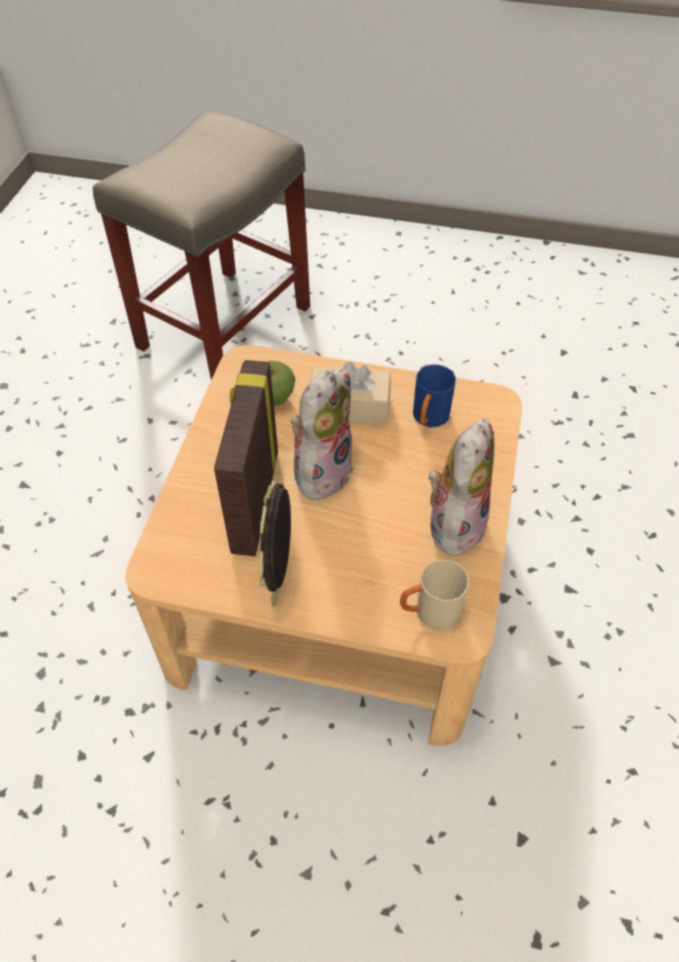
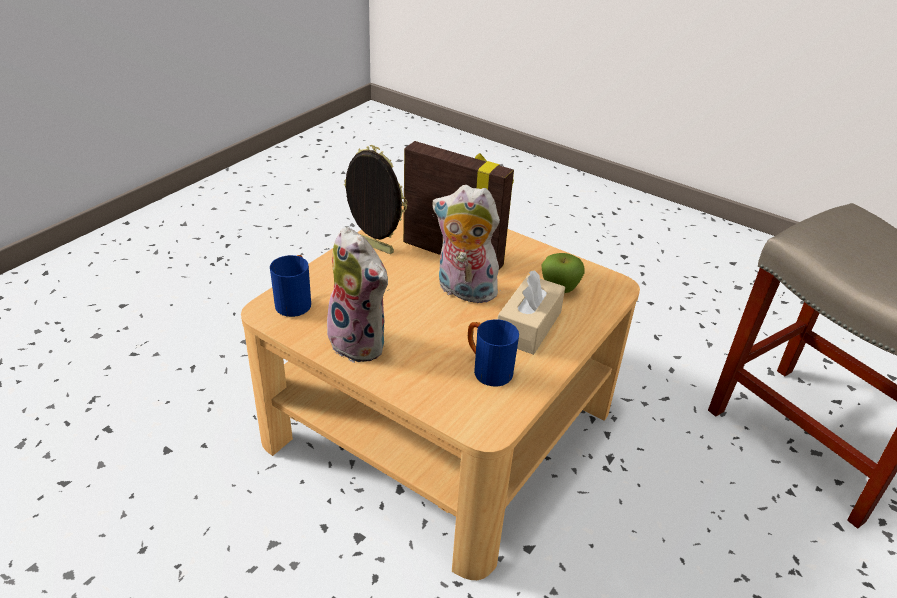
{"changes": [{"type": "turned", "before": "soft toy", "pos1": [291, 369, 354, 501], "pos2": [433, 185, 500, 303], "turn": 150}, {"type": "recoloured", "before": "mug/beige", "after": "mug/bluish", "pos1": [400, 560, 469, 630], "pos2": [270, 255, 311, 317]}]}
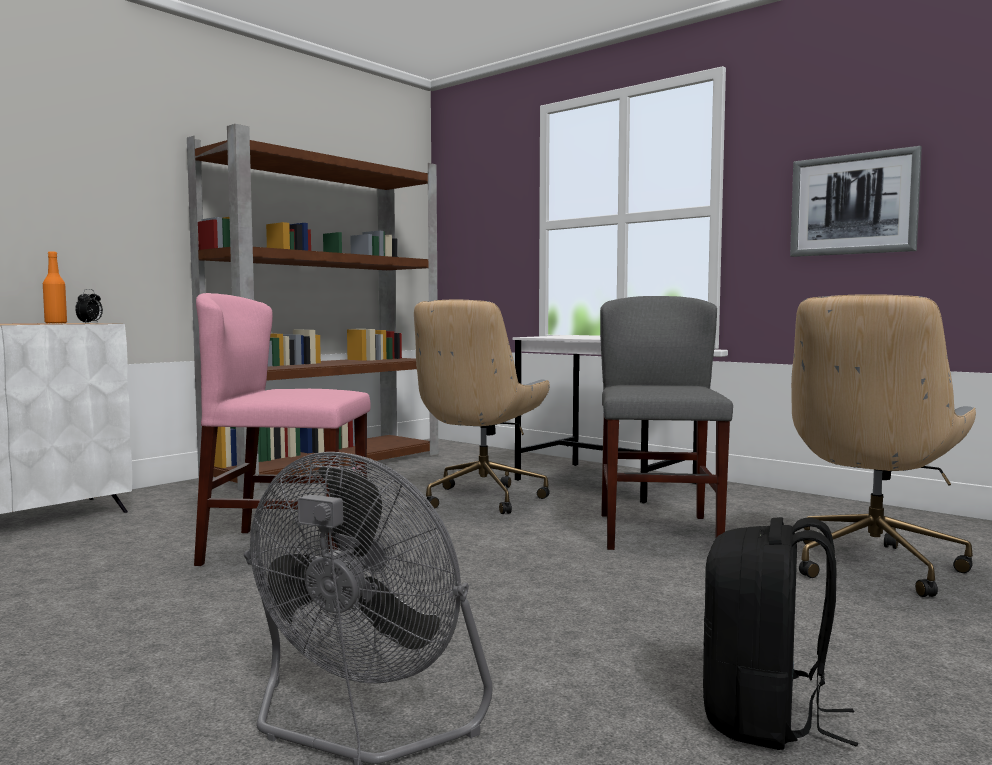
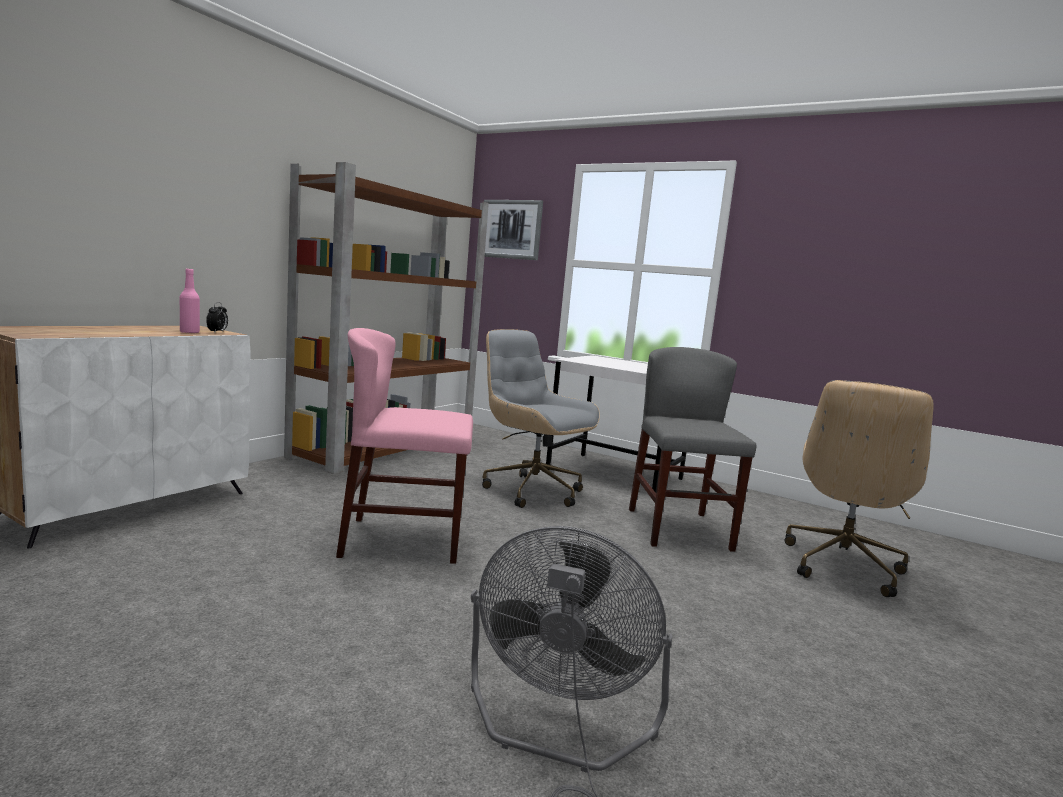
{"changes": [{"type": "recoloured", "before": "bottle/orange-coloured", "after": "bottle/pinkish", "pos1": [43, 251, 67, 324], "pos2": [180, 269, 200, 333]}, {"type": "turned", "before": "computer chair/greyish", "pos1": [414, 300, 550, 514], "pos2": [482, 329, 600, 508], "turn": 120}, {"type": "removed", "before": "rucksack/black-coloured", "pos1": [703, 517, 858, 750]}, {"type": "moved", "before": "picture", "pos1": [790, 146, 922, 257], "pos2": [484, 200, 543, 260]}]}
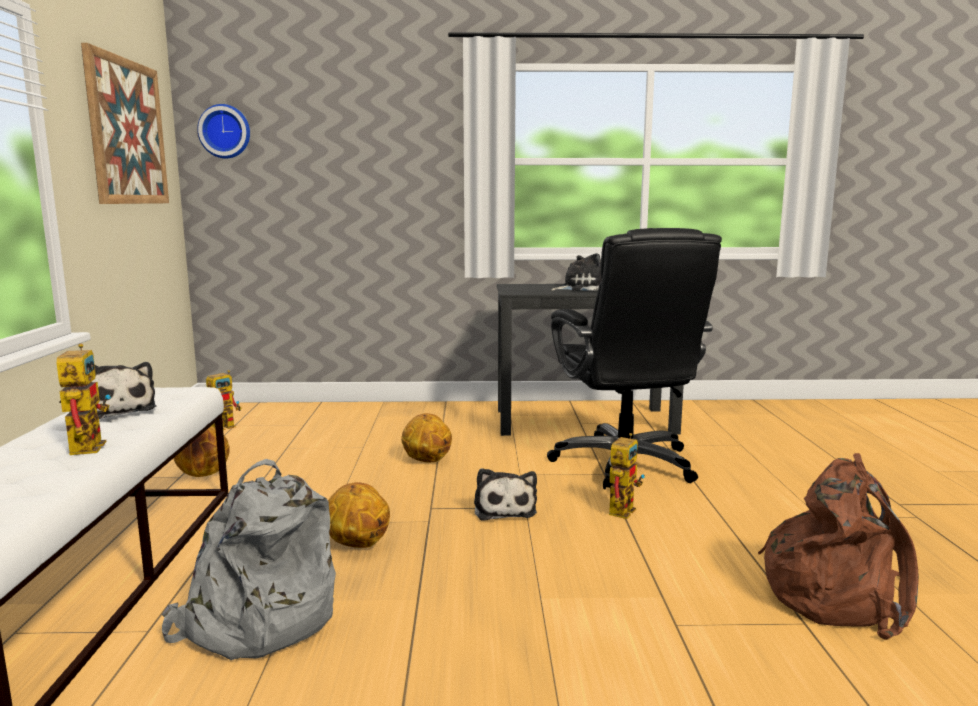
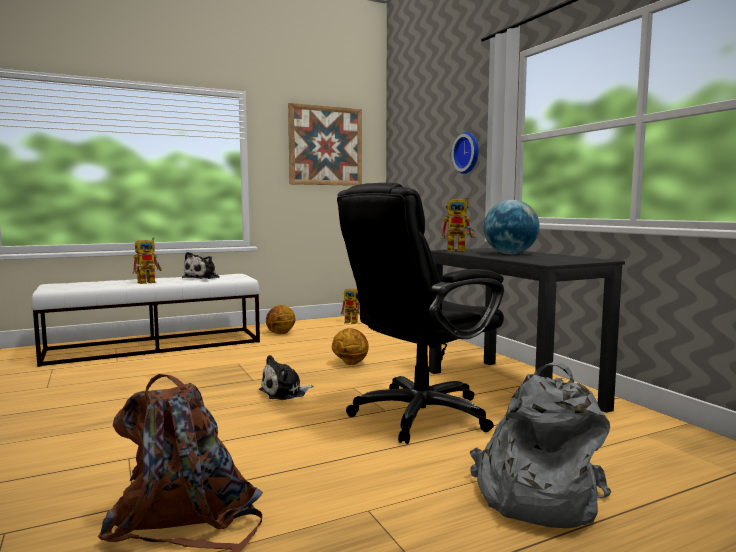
{"changes": [{"type": "moved", "before": "rucksack/greyish", "pos1": [162, 459, 336, 660], "pos2": [470, 362, 611, 528]}, {"type": "moved", "before": "clock on the wall", "pos1": [197, 104, 250, 158], "pos2": [451, 132, 479, 174]}, {"type": "removed", "before": "ball for basketball", "pos1": [328, 482, 390, 548]}, {"type": "replaced", "before": "soft toy", "after": "desk globe", "pos1": [551, 253, 602, 291], "pos2": [483, 200, 539, 254]}, {"type": "moved", "before": "model robot", "pos1": [609, 433, 645, 519], "pos2": [441, 197, 475, 252]}]}
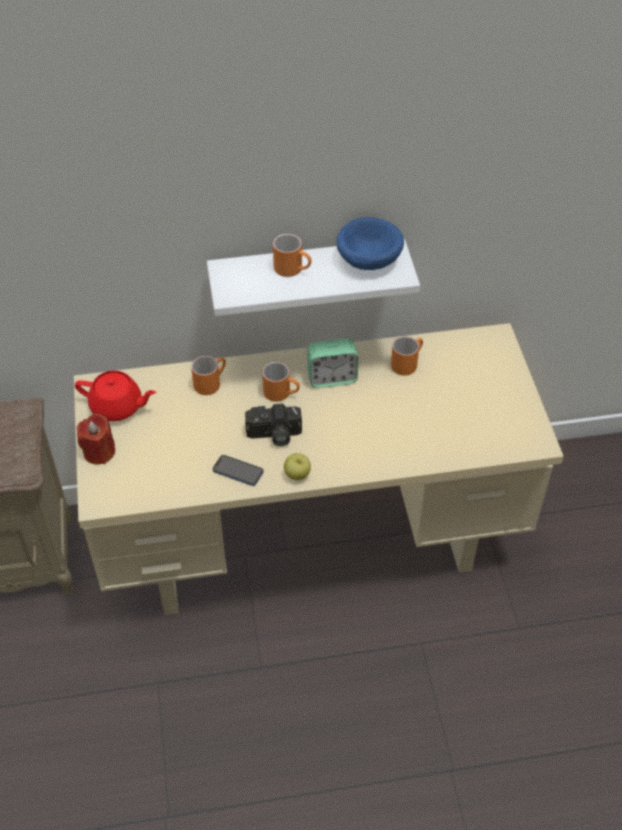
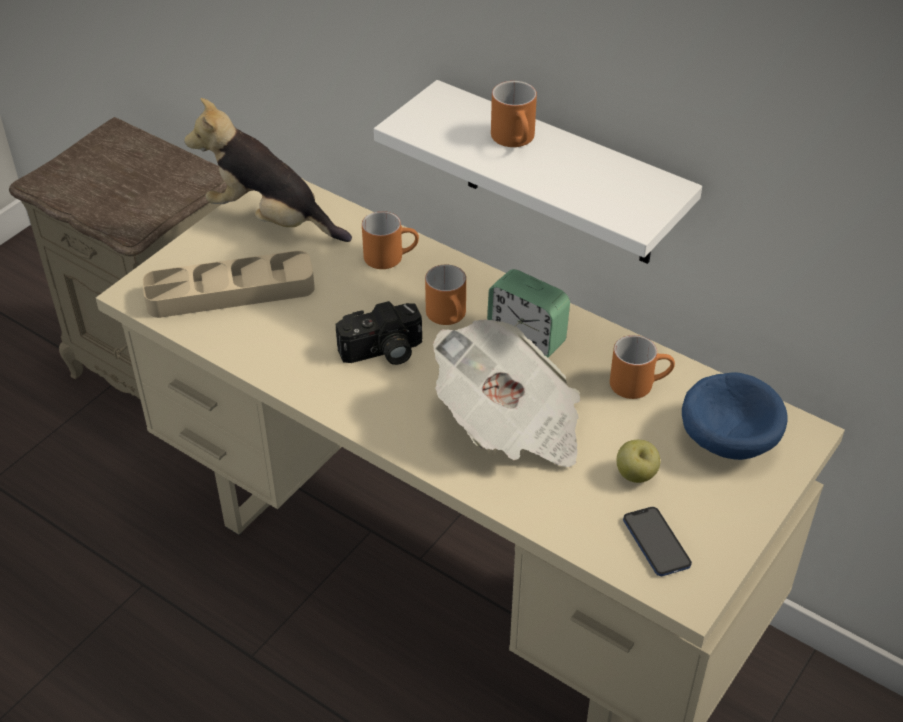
{"changes": [{"type": "replaced", "before": "teapot/red", "after": "soft toy", "pos1": [75, 371, 156, 421], "pos2": [184, 98, 352, 242]}, {"type": "removed", "before": "wax light/red", "pos1": [77, 414, 115, 464]}, {"type": "moved", "before": "telephone", "pos1": [213, 455, 264, 486], "pos2": [623, 507, 692, 576]}, {"type": "turned", "before": "still camera", "pos1": [245, 404, 302, 446], "pos2": [336, 301, 422, 365], "turn": -60}, {"type": "moved", "before": "apple", "pos1": [284, 453, 311, 480], "pos2": [617, 440, 660, 483]}, {"type": "moved", "before": "serving bowl/bluish", "pos1": [337, 217, 404, 270], "pos2": [682, 372, 788, 460]}, {"type": "added", "after": "tray/beige", "pos2": [143, 251, 315, 318]}, {"type": "added", "after": "newspaper", "pos2": [433, 320, 580, 467]}]}
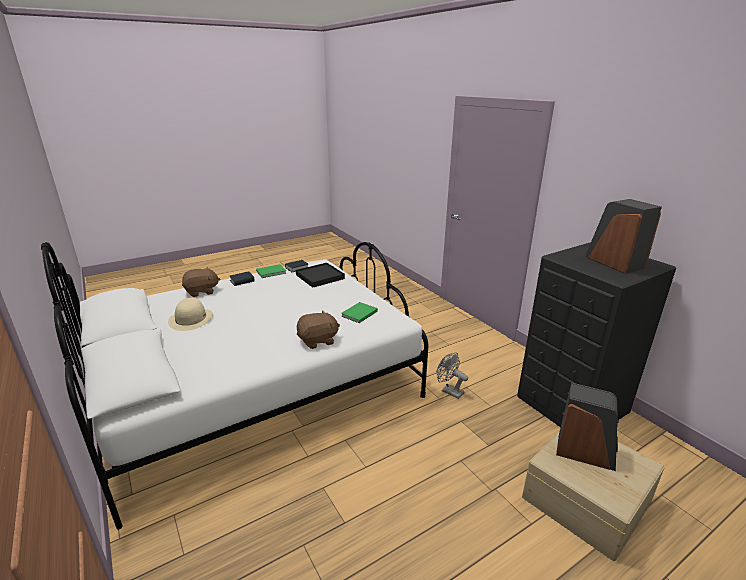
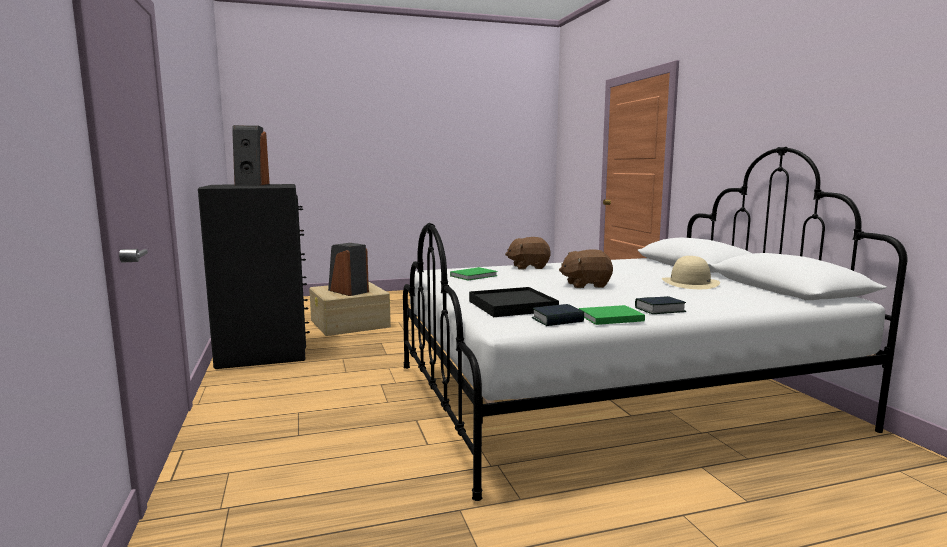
{"changes": [{"type": "moved", "before": "soft toy/brown-coloured", "pos1": [182, 267, 220, 297], "pos2": [559, 249, 613, 288]}, {"type": "removed", "before": "electric fan/greyish", "pos1": [436, 352, 468, 399]}]}
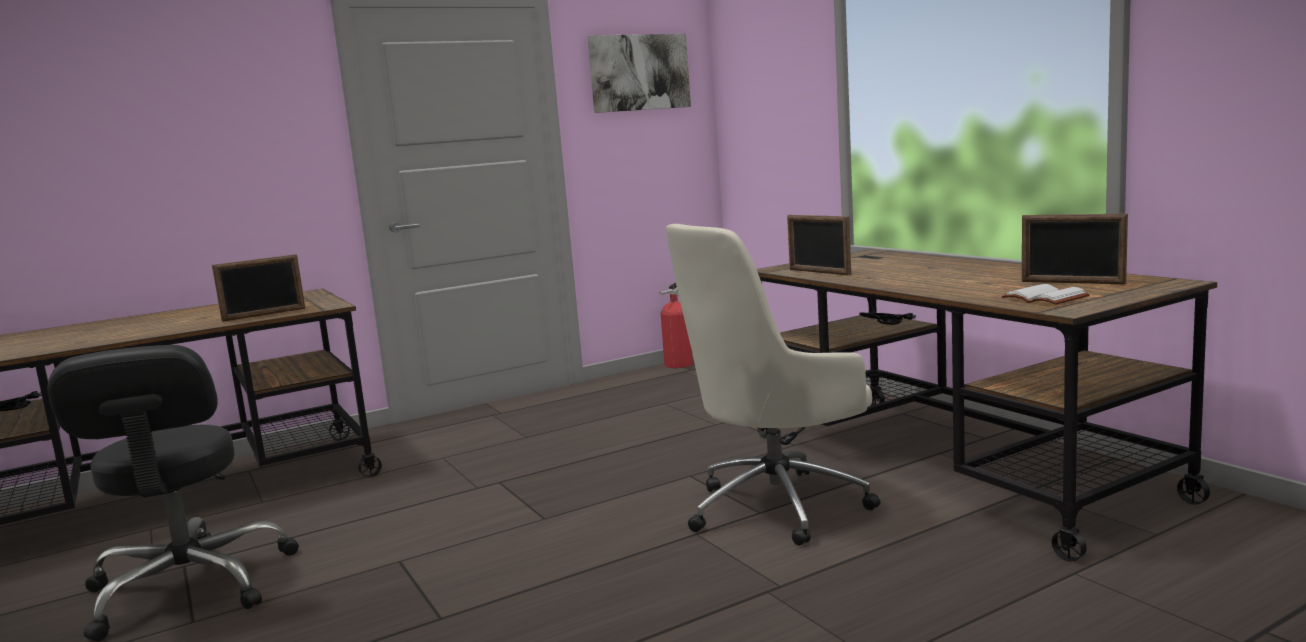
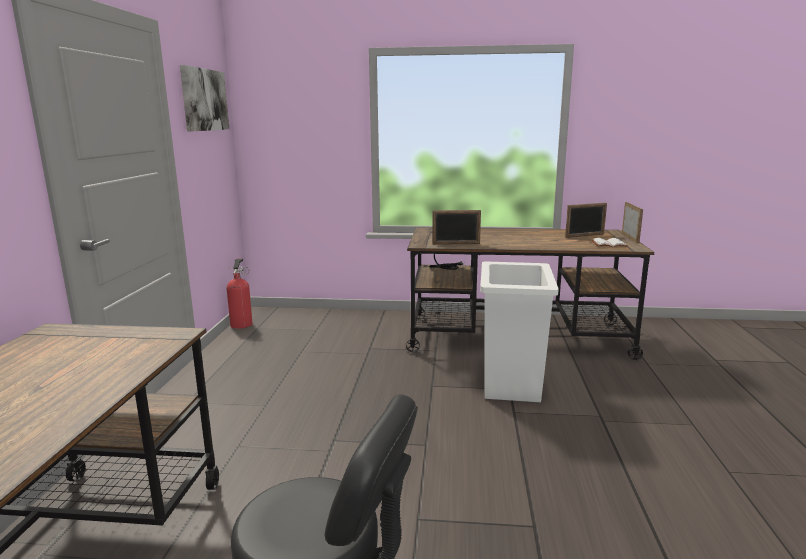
{"changes": [{"type": "moved", "before": "photo frame", "pos1": [212, 254, 305, 322], "pos2": [622, 202, 643, 243]}, {"type": "replaced", "before": "computer chair/beige", "after": "trash can/whitish", "pos1": [666, 224, 880, 546], "pos2": [480, 261, 559, 402]}]}
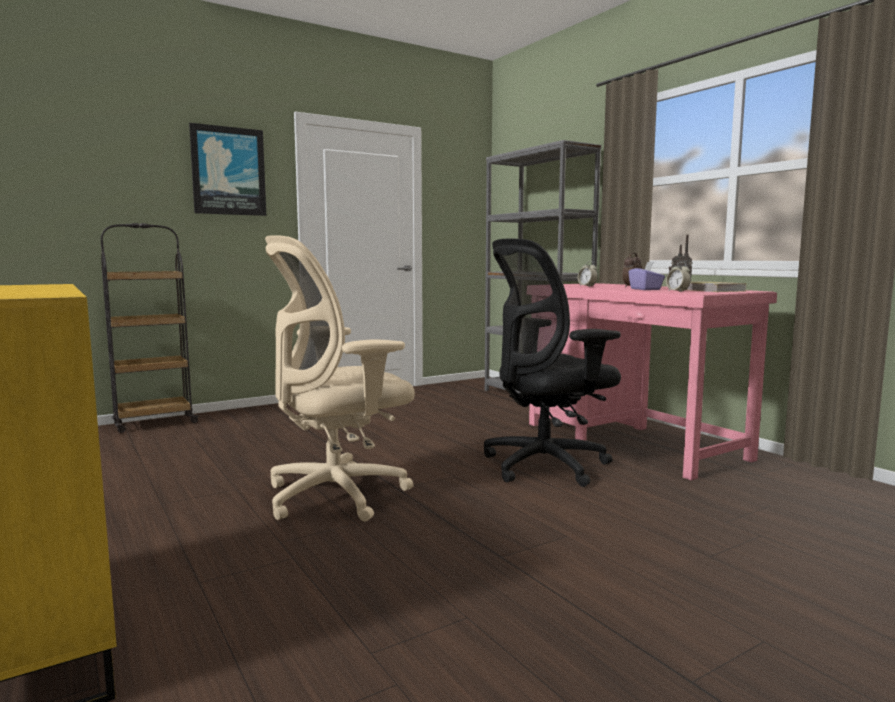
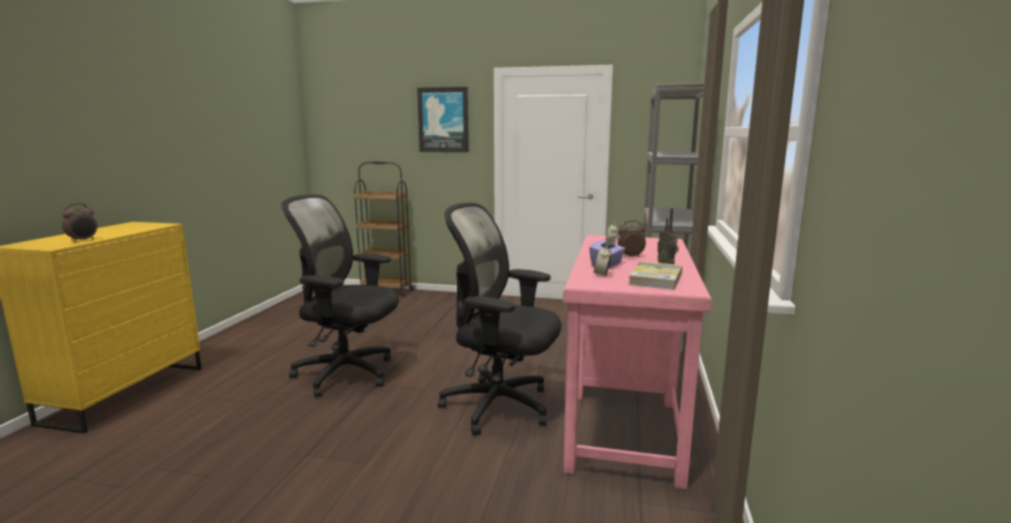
{"changes": [{"type": "recoloured", "before": "computer chair/beige", "after": "computer chair/black-coloured", "pos1": [265, 235, 415, 522], "pos2": [282, 194, 399, 397]}, {"type": "added", "after": "alarm clock", "pos2": [62, 203, 97, 242]}]}
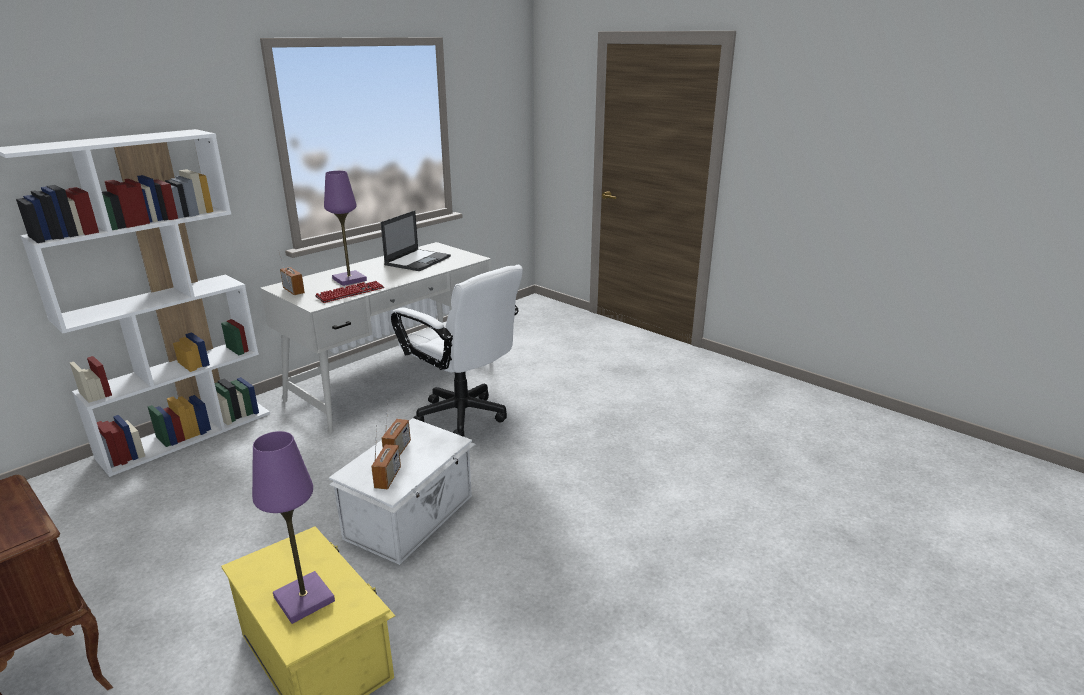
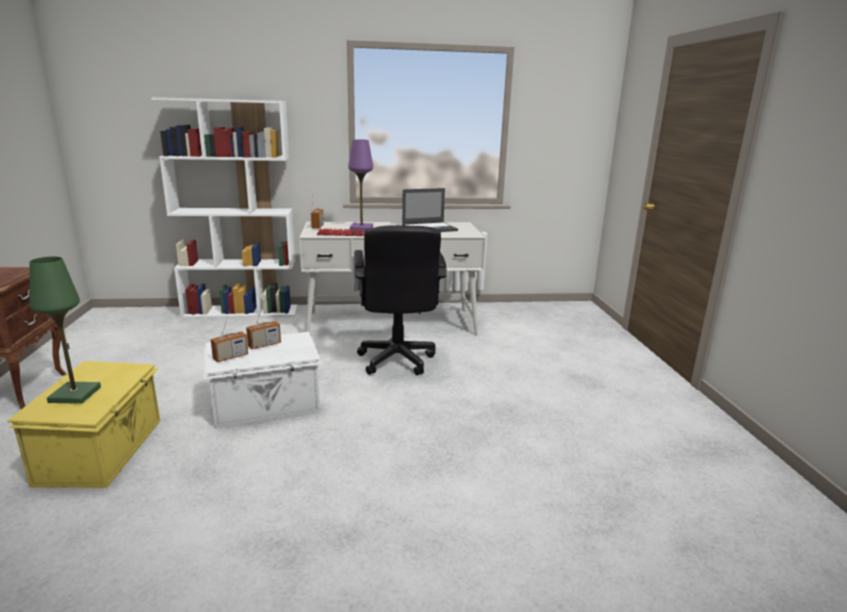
{"changes": [{"type": "recoloured", "before": "tabletop lamp/purple-coloured", "after": "tabletop lamp/green", "pos1": [252, 431, 335, 624], "pos2": [29, 257, 101, 404]}, {"type": "recoloured", "before": "computer chair/whitish", "after": "computer chair/black-coloured", "pos1": [391, 265, 523, 437], "pos2": [354, 225, 447, 375]}]}
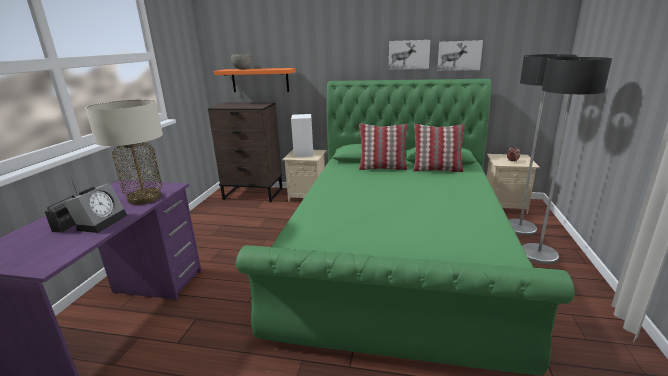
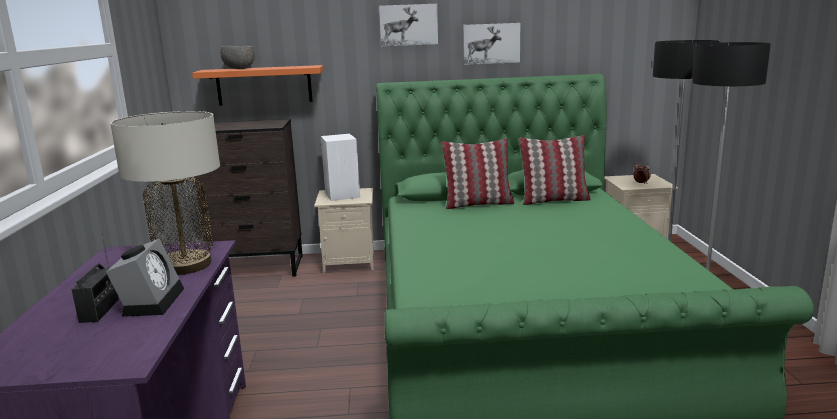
{"changes": [{"type": "moved", "before": "picture", "pos1": [437, 40, 483, 71], "pos2": [379, 4, 438, 47]}]}
